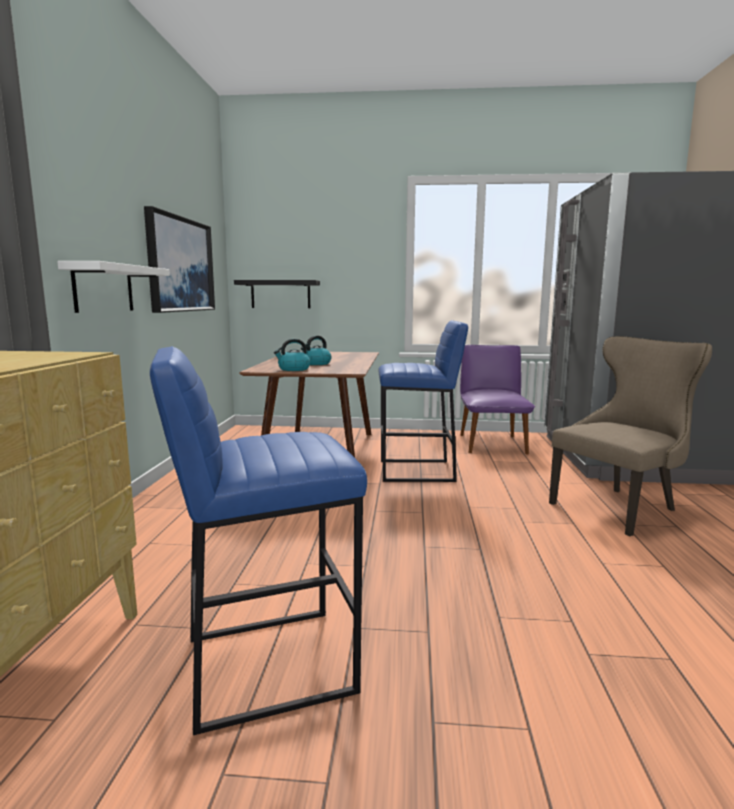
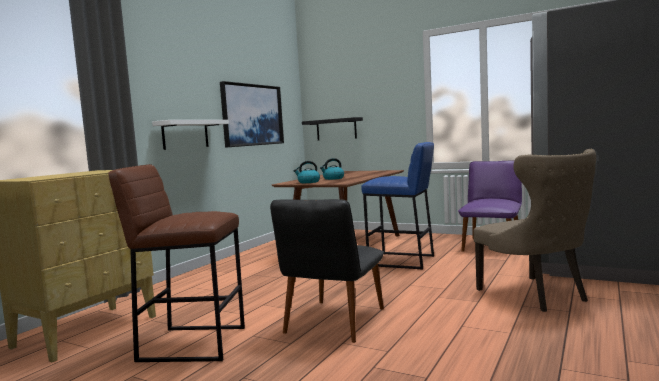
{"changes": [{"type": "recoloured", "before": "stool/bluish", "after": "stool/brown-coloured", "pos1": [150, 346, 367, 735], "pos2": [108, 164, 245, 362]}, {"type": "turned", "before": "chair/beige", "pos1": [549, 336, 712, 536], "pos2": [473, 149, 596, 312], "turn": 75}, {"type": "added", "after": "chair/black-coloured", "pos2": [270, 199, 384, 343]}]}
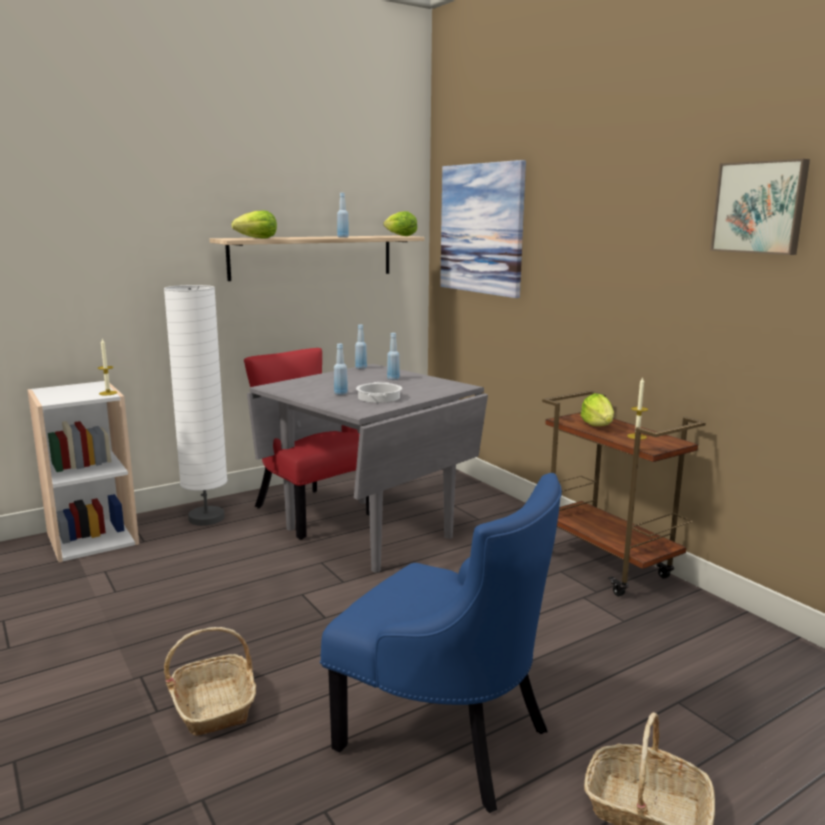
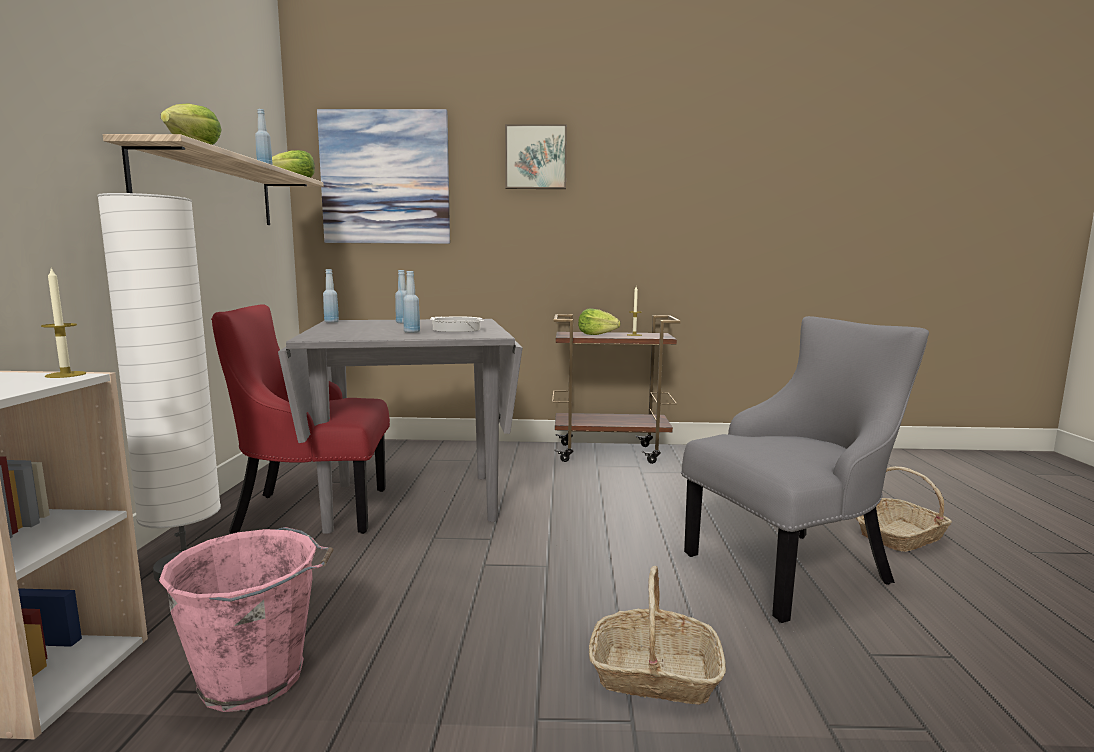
{"changes": [{"type": "recoloured", "before": "chair/bluish", "after": "chair/greyish", "pos1": [320, 473, 562, 813], "pos2": [681, 316, 929, 623]}, {"type": "moved", "before": "picture", "pos1": [710, 159, 810, 255], "pos2": [505, 124, 567, 189]}, {"type": "added", "after": "water bucket/pinkish", "pos2": [159, 527, 333, 712]}]}
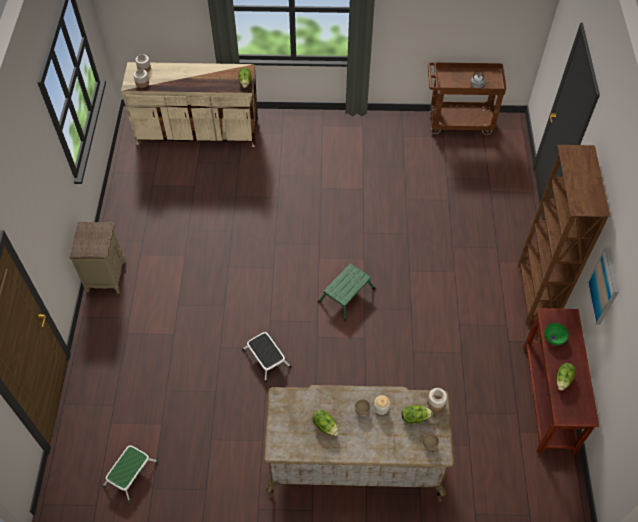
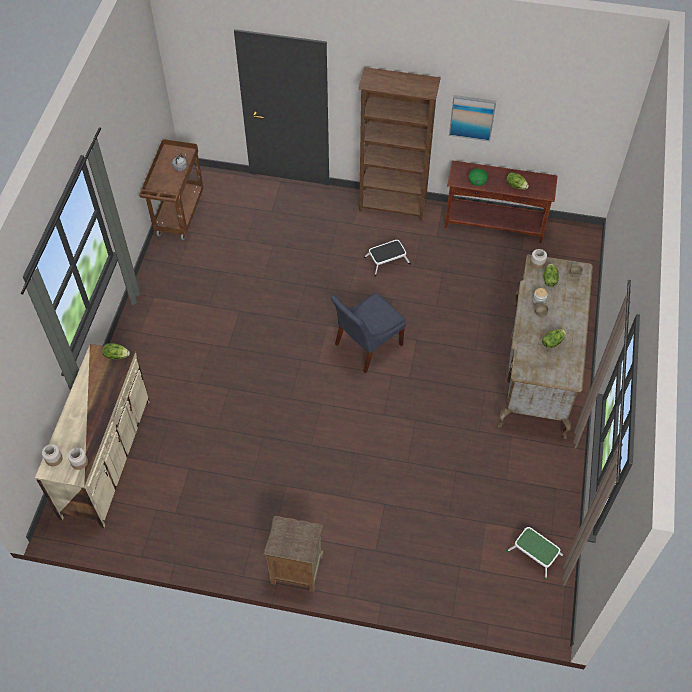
{"changes": [{"type": "moved", "before": "stepladder/black-coloured", "pos1": [242, 332, 292, 383], "pos2": [363, 240, 411, 277]}, {"type": "replaced", "before": "stepladder/green", "after": "chair/bluish", "pos1": [318, 263, 376, 321], "pos2": [331, 293, 406, 373]}]}
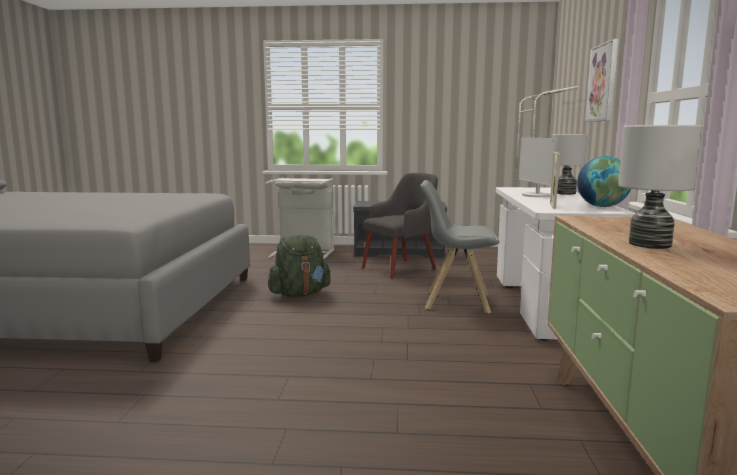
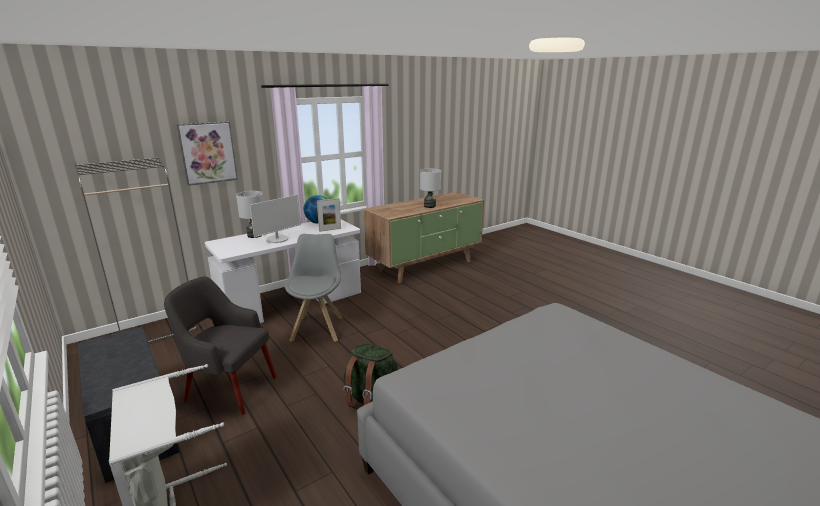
{"changes": [{"type": "turned", "before": "chair/greyish", "pos1": [420, 180, 499, 314], "pos2": [285, 234, 343, 342], "turn": -150}]}
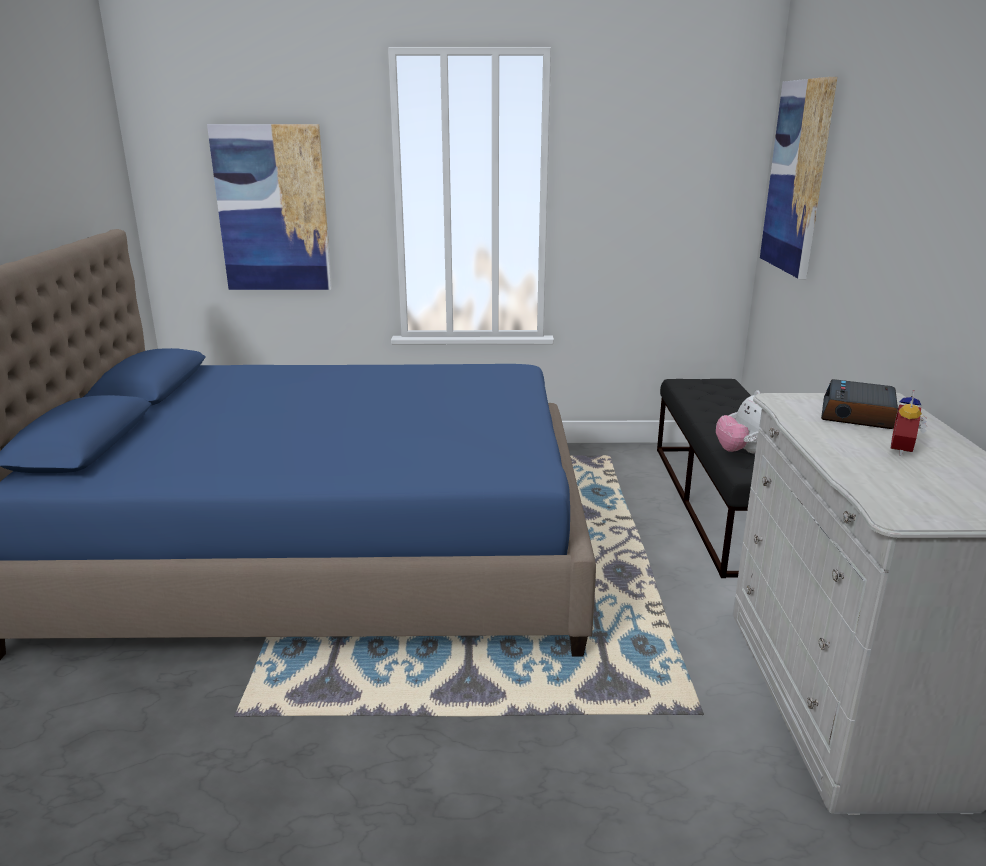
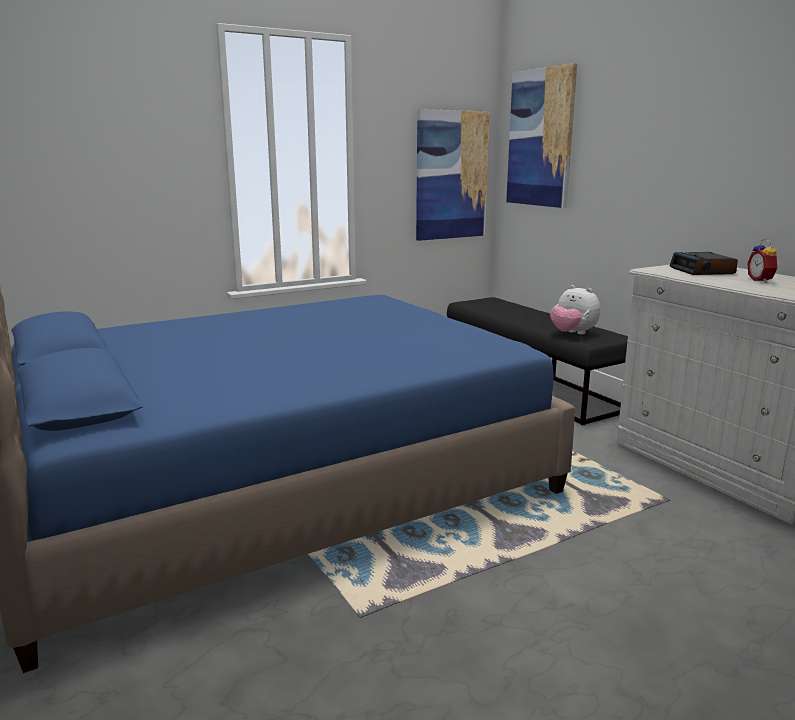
{"changes": [{"type": "moved", "before": "picture", "pos1": [207, 124, 332, 290], "pos2": [416, 109, 490, 241]}]}
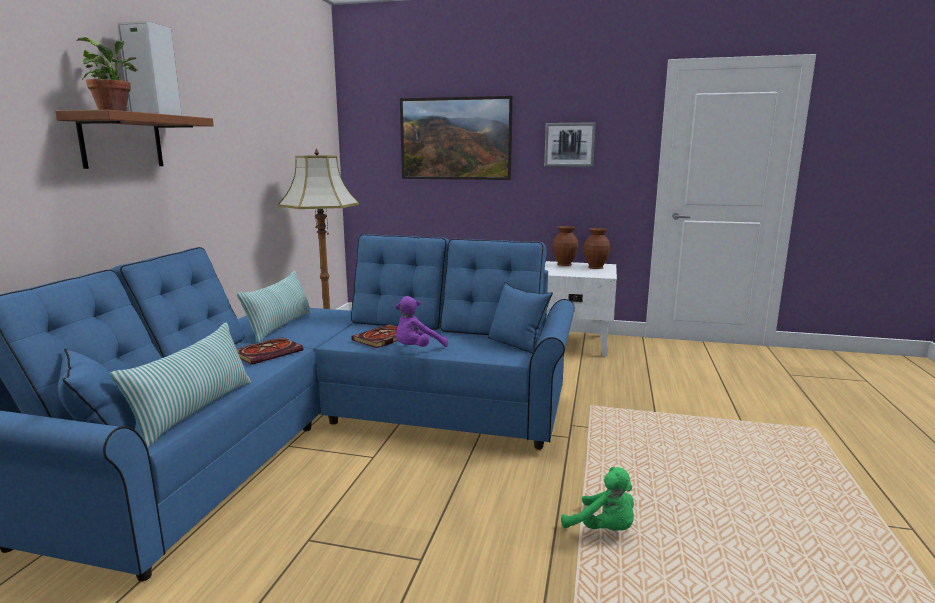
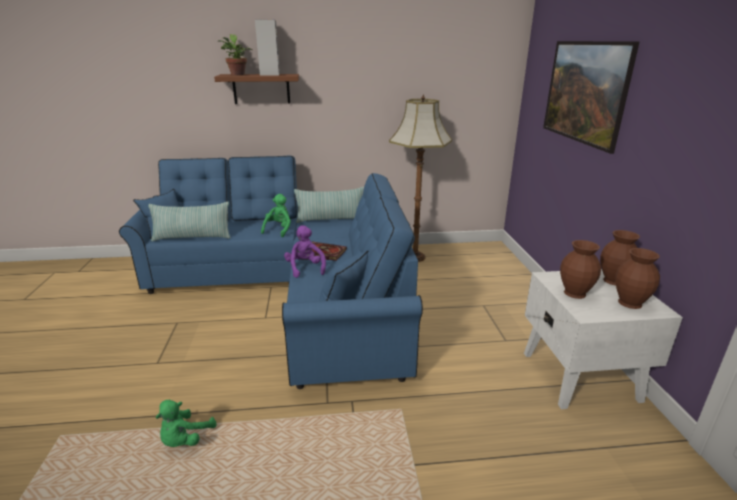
{"changes": [{"type": "replaced", "before": "book", "after": "soft toy/green", "pos1": [237, 337, 303, 365], "pos2": [261, 194, 291, 237]}, {"type": "turned", "before": "soft toy/purple-coloured", "pos1": [395, 296, 448, 347], "pos2": [284, 225, 326, 278], "turn": 45}, {"type": "removed", "before": "picture", "pos1": [544, 122, 596, 167]}, {"type": "added", "after": "flower vase/brown-coloured", "pos2": [560, 240, 601, 299]}]}
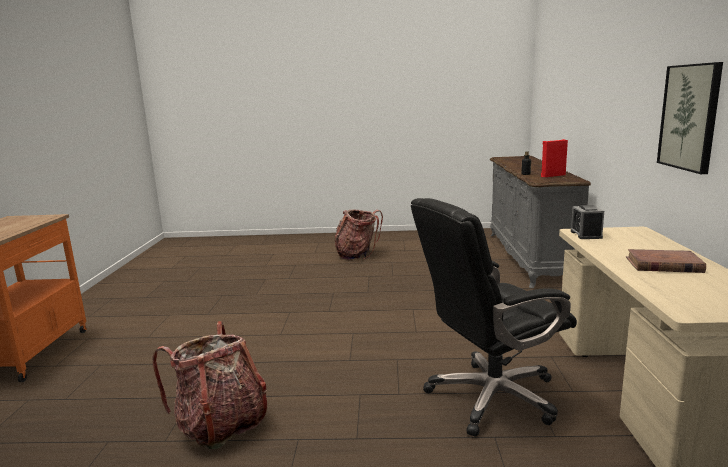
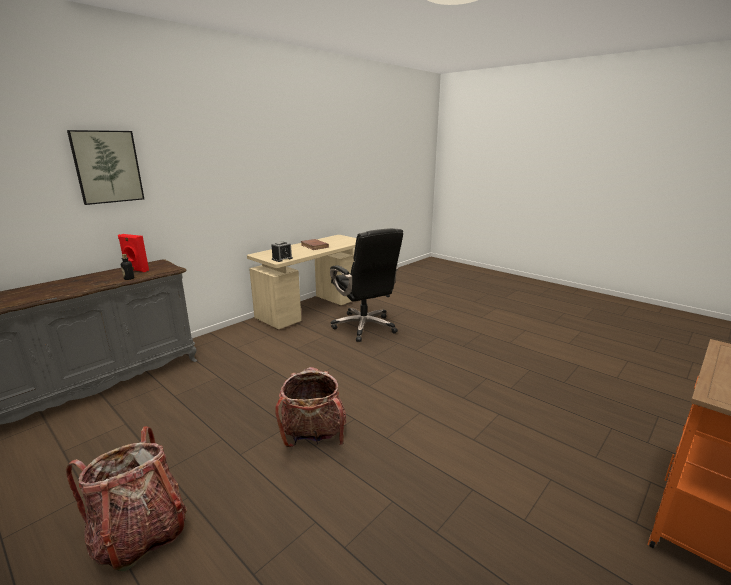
{"changes": [{"type": "moved", "before": "rucksack", "pos1": [152, 321, 267, 449], "pos2": [275, 367, 346, 447]}, {"type": "turned", "before": "computer chair/black-coloured", "pos1": [411, 198, 577, 436], "pos2": [330, 228, 403, 342], "turn": 45}, {"type": "moved", "before": "picture", "pos1": [657, 62, 723, 174], "pos2": [67, 130, 144, 205]}]}
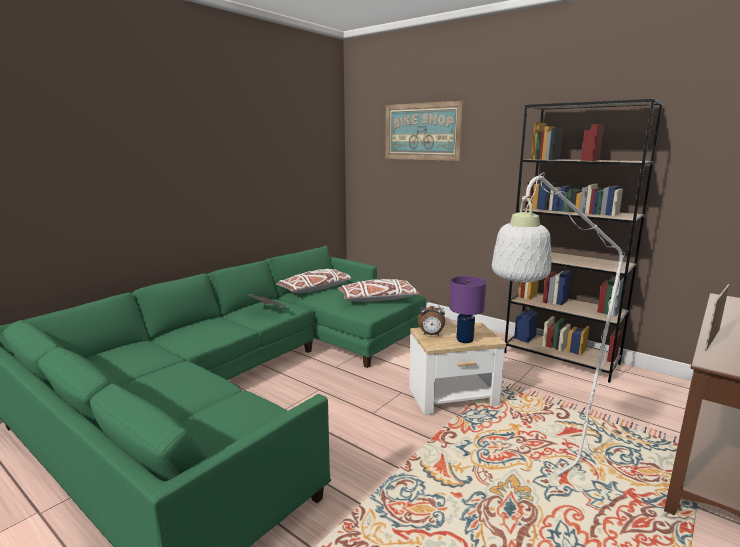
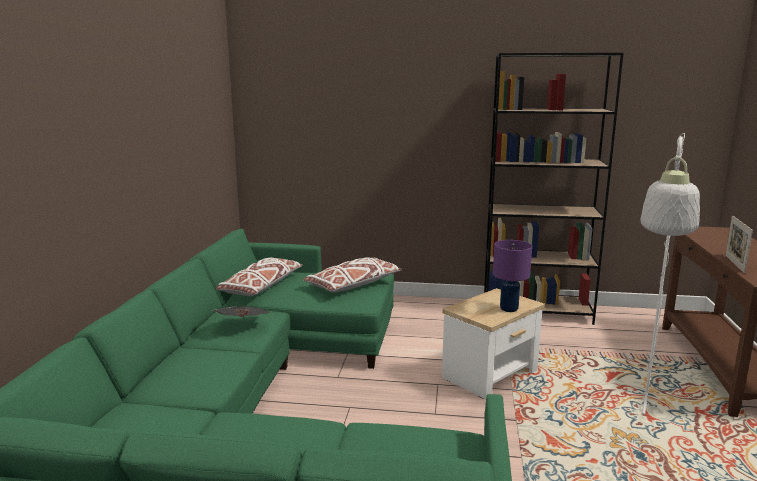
{"changes": [{"type": "removed", "before": "picture", "pos1": [385, 101, 463, 161]}, {"type": "removed", "before": "alarm clock", "pos1": [418, 301, 445, 336]}]}
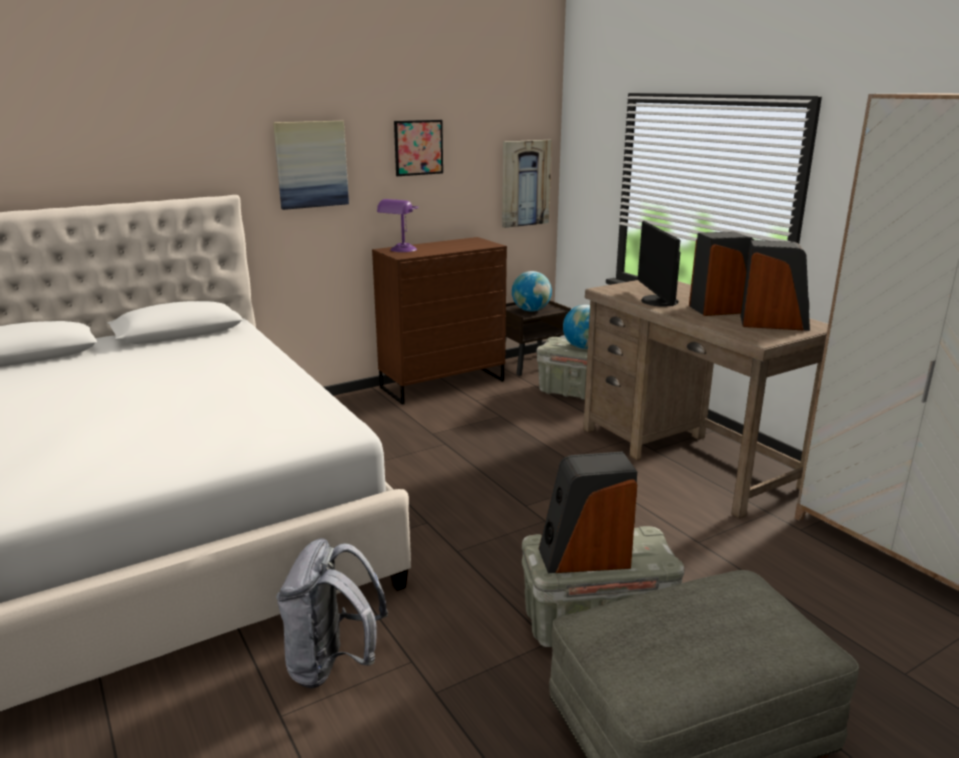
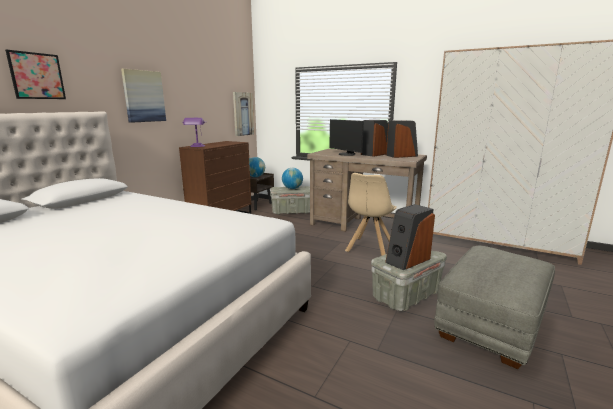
{"changes": [{"type": "removed", "before": "rucksack/greyish", "pos1": [276, 538, 388, 688]}, {"type": "moved", "before": "picture", "pos1": [394, 120, 443, 176], "pos2": [5, 50, 66, 99]}, {"type": "added", "after": "chair/beige", "pos2": [345, 173, 397, 256]}]}
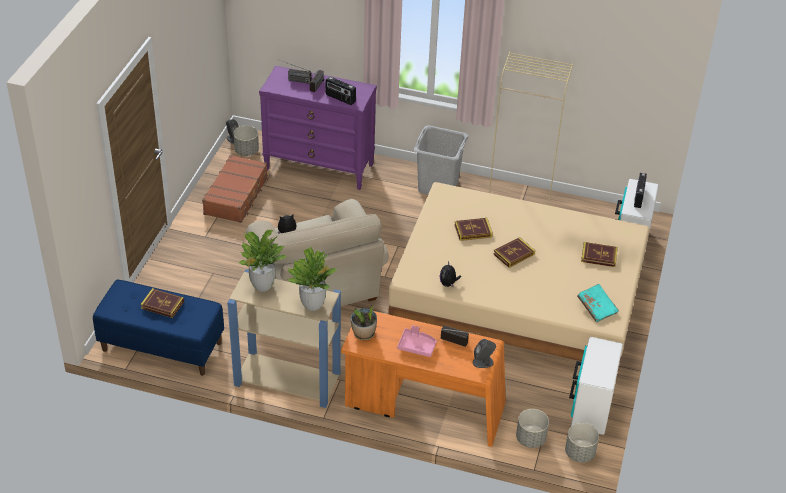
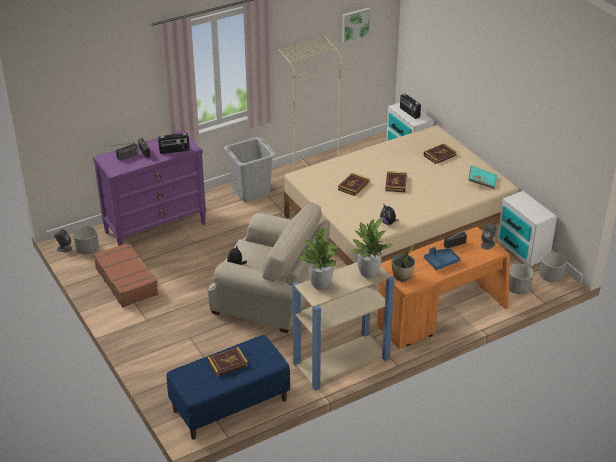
{"changes": [{"type": "recoloured", "before": "tray/pinkish", "after": "tray/bluish", "pos1": [397, 325, 437, 357], "pos2": [424, 247, 460, 270]}, {"type": "added", "after": "picture", "pos2": [342, 7, 371, 44]}]}
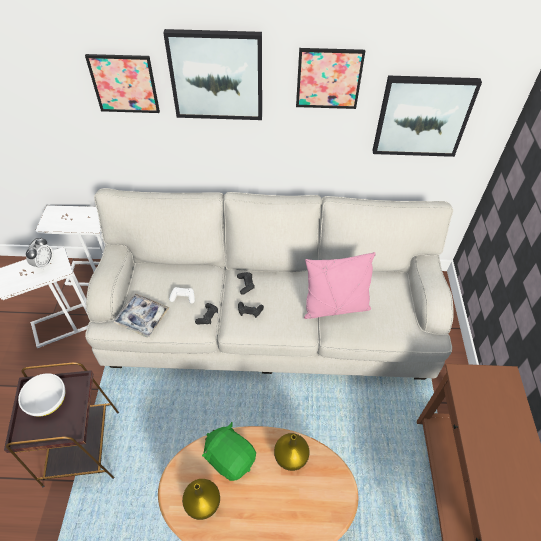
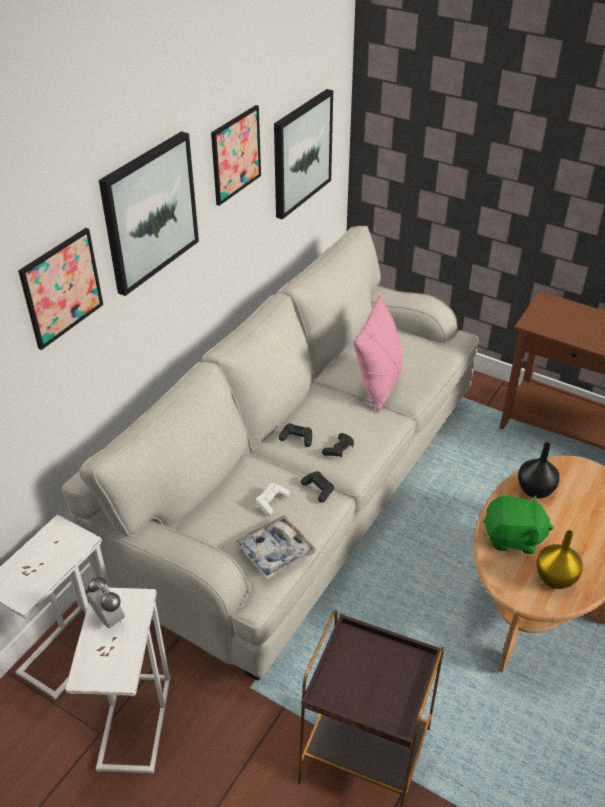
{"changes": [{"type": "removed", "before": "serving bowl/whitish", "pos1": [18, 373, 65, 417]}, {"type": "turned", "before": "soft toy/green", "pos1": [202, 422, 256, 481], "pos2": [483, 496, 554, 554], "turn": -150}, {"type": "recoloured", "before": "flower vase/yellow", "after": "flower vase/black-coloured", "pos1": [274, 433, 310, 471], "pos2": [518, 442, 559, 499]}]}
